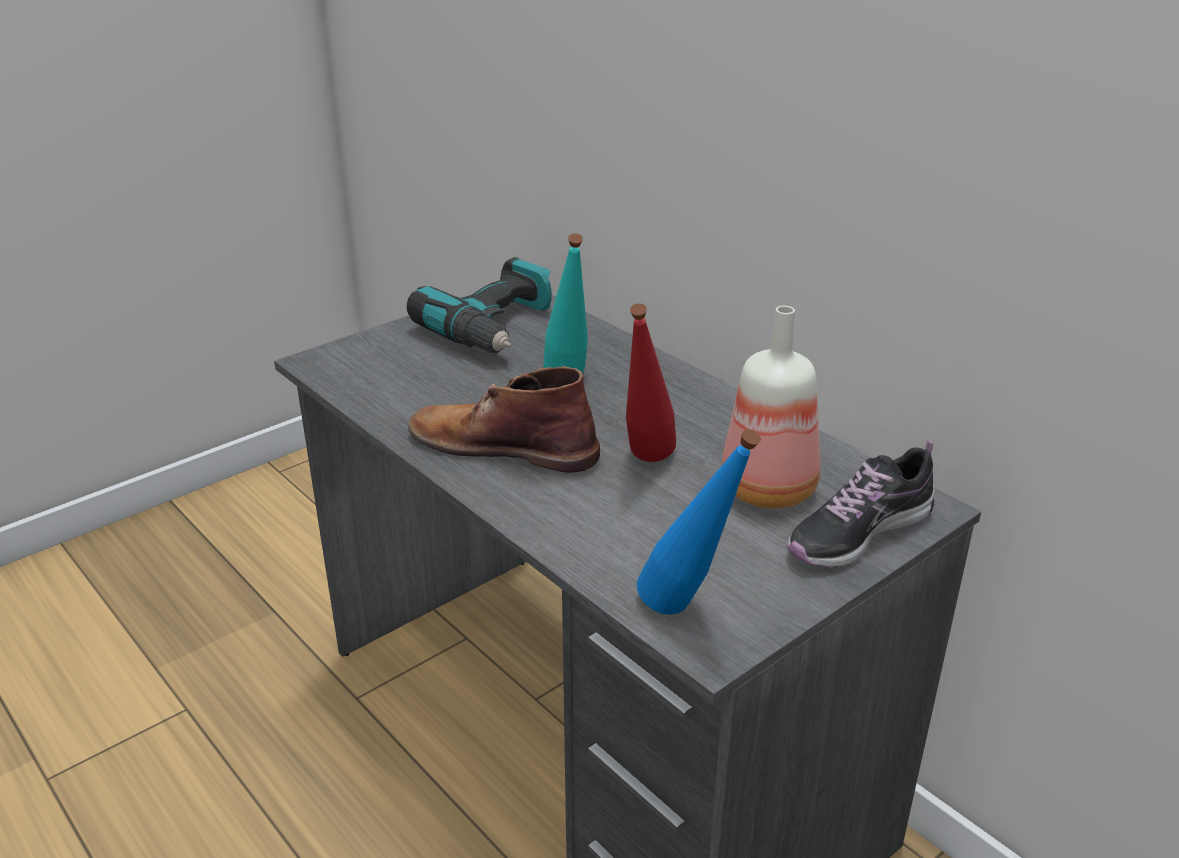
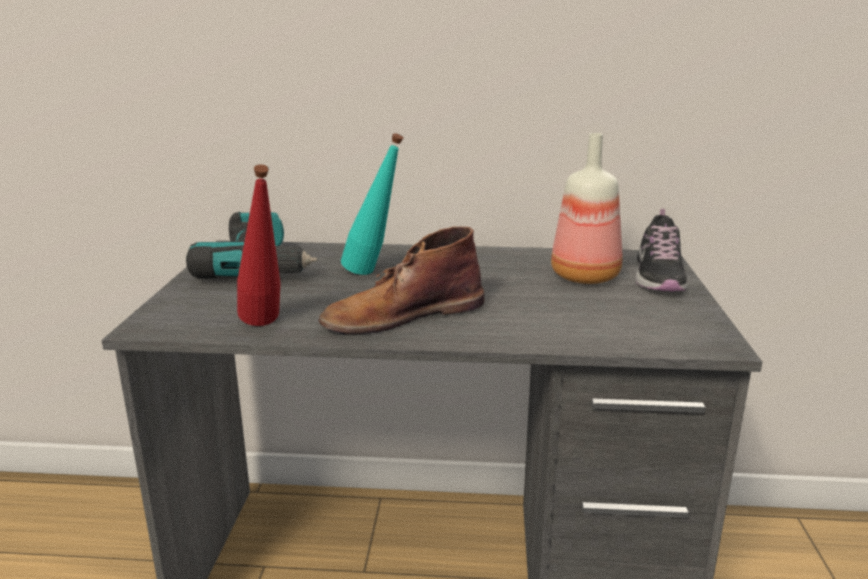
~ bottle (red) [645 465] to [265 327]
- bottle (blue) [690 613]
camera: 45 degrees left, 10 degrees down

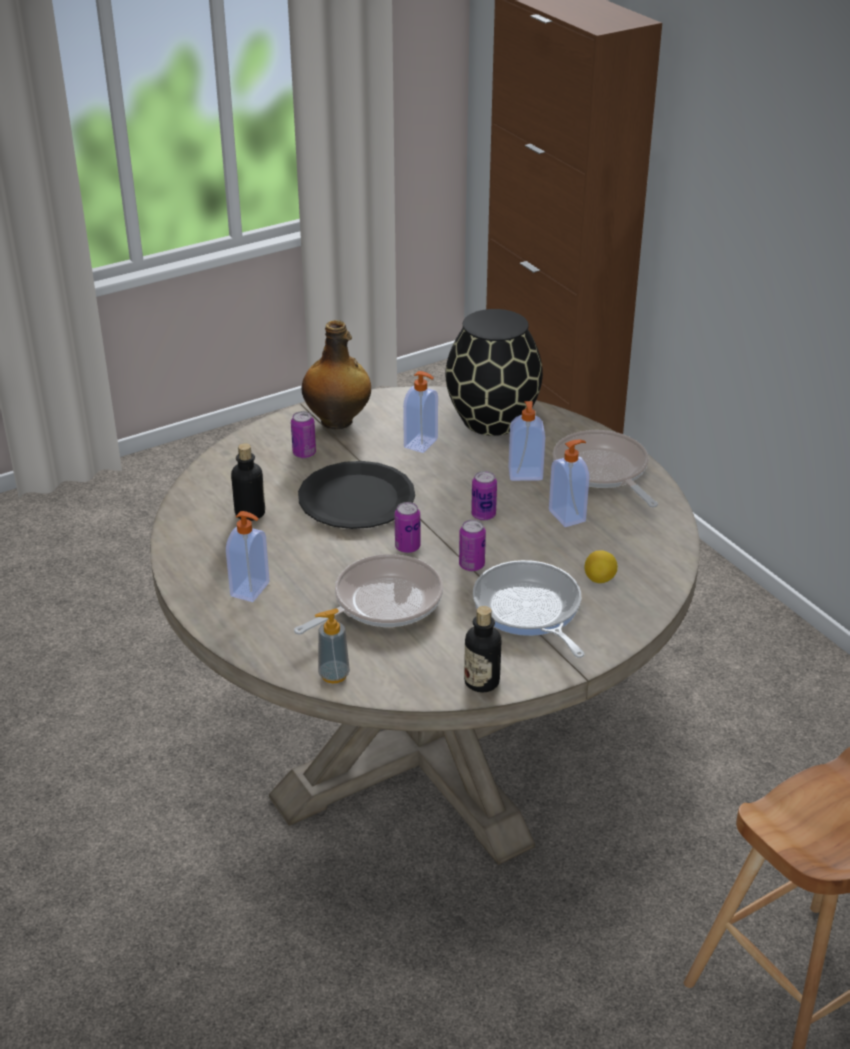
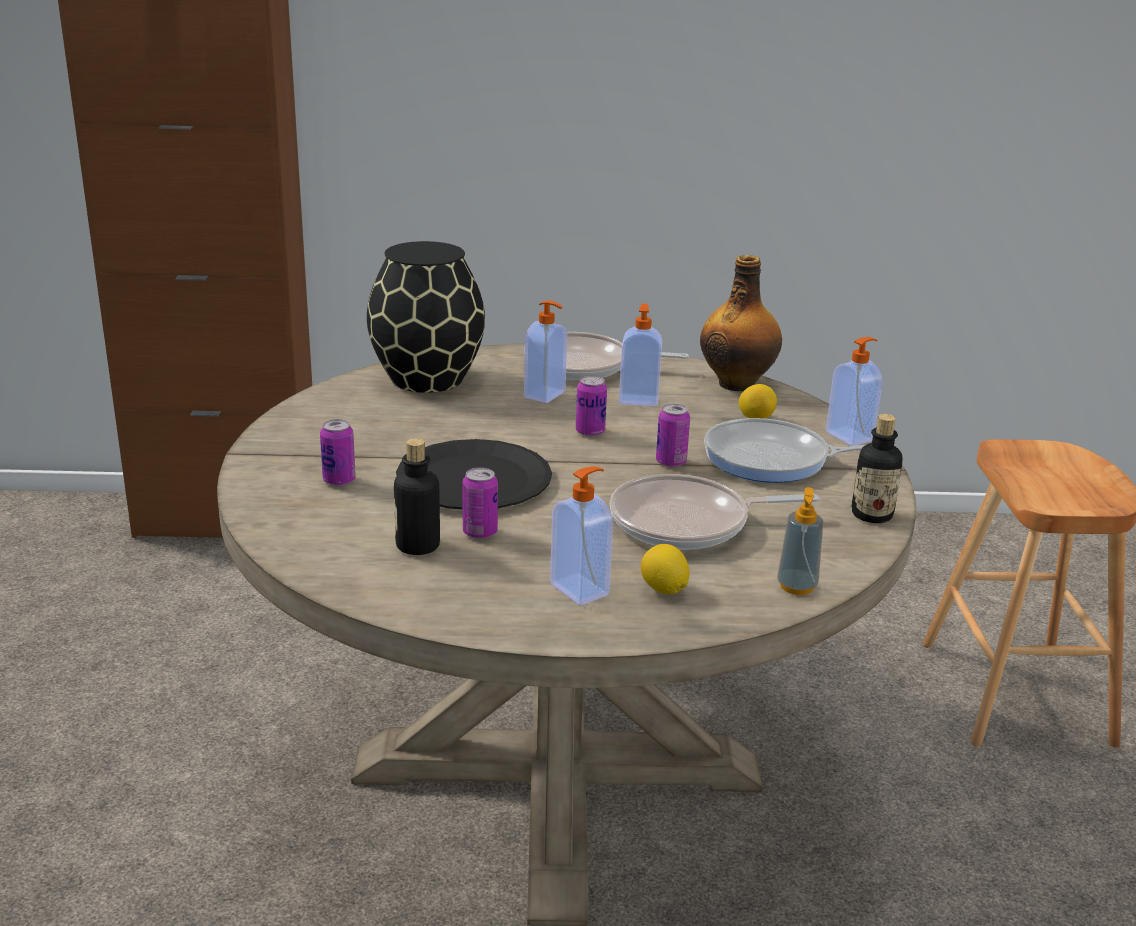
~ bottle [338 421] to [737 383]
~ soap dispenser [422 443] to [850 436]
~ can [407 547] to [480 532]
~ frying pan [382 602] = [688 523] 90 degrees counterclockwise
+ lemon [663 590]
camera: 60 degrees left, 10 degrees down

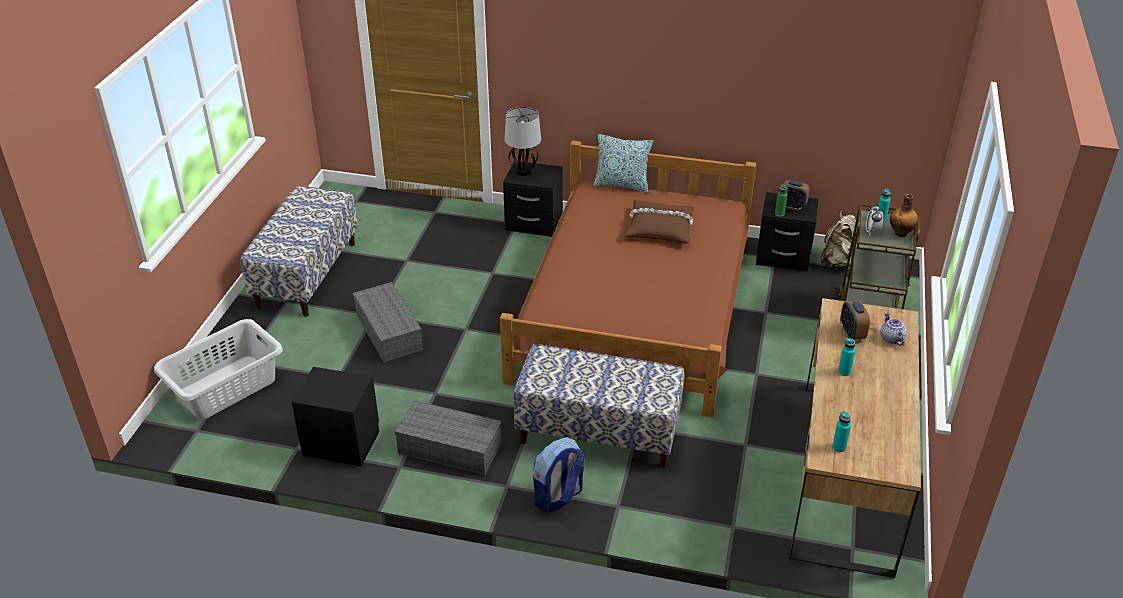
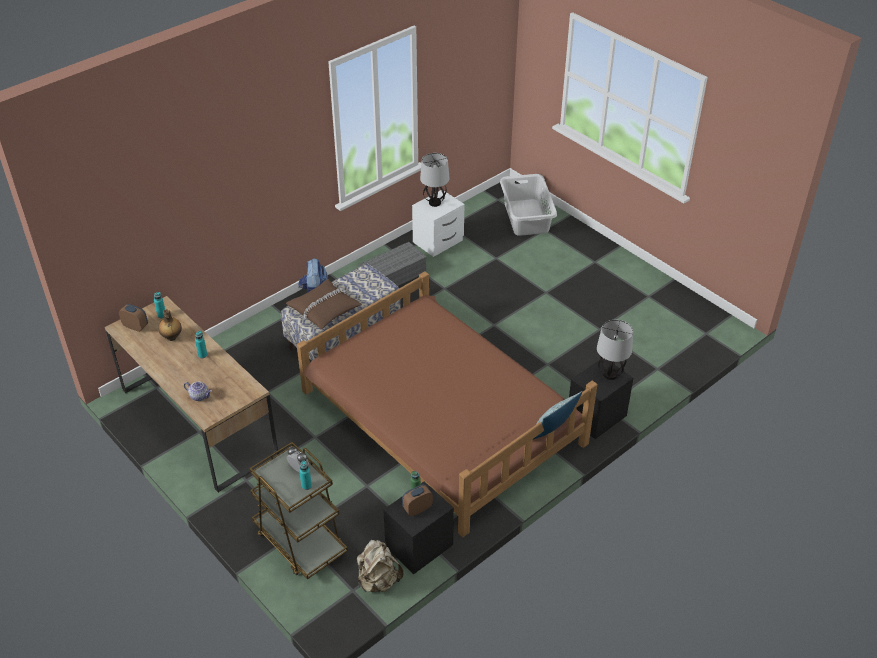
- bench [306 274]
~ bottle [901 233] to [171 337]
~ pillow (brown) [659 228] to [324 309]
- storage box (grey) [390 332]
~ alarm clock [851 333] to [136 327]
~ nightstand (black) [342 442] to nightstand (white) [438 242]
+ table lamp [434 202]
camera: 125 degrees right, 5 degrees up

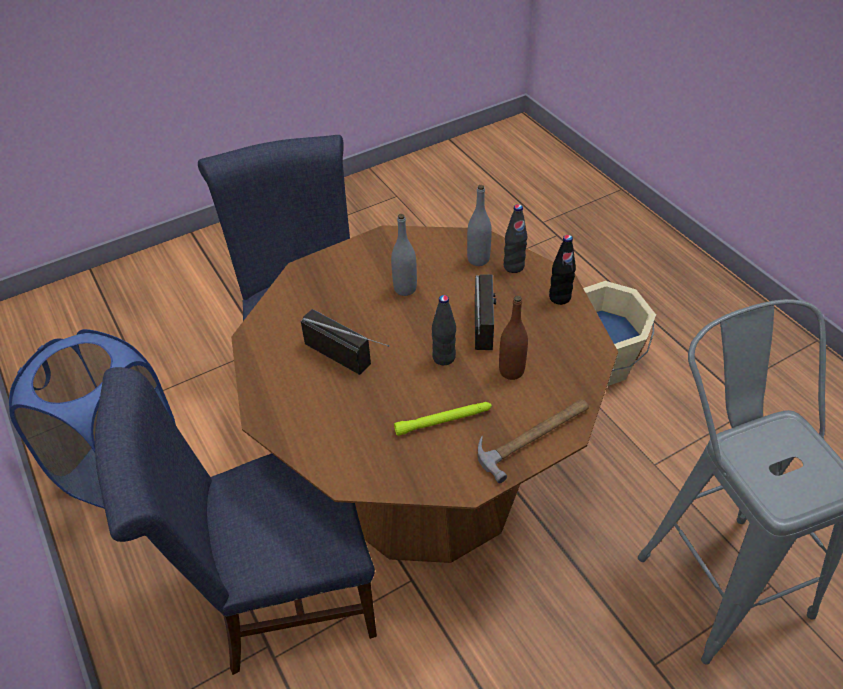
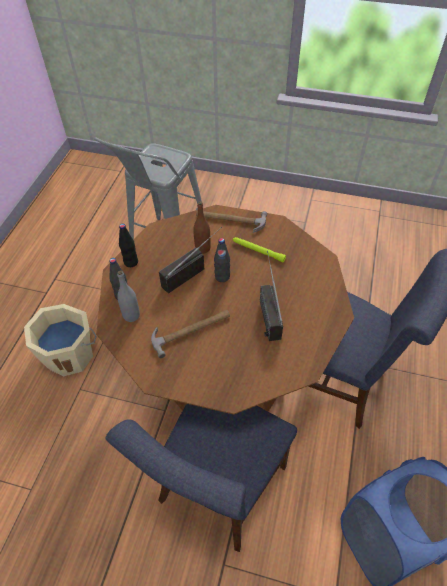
~ bottle (grey) [405 288] to hammer [191 330]
camera: 135 degrees left, 5 degrees up

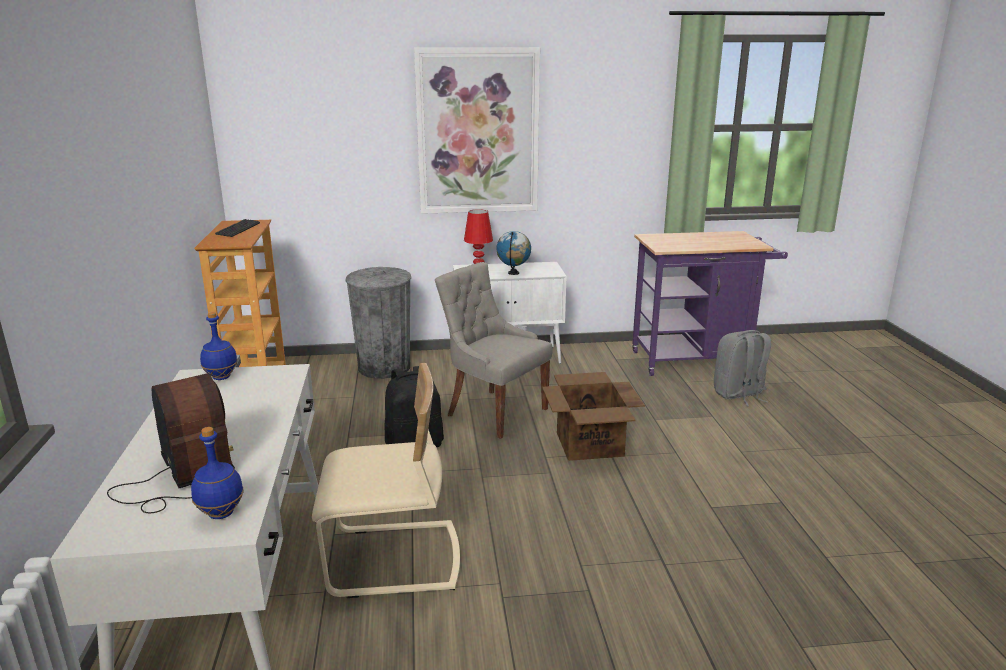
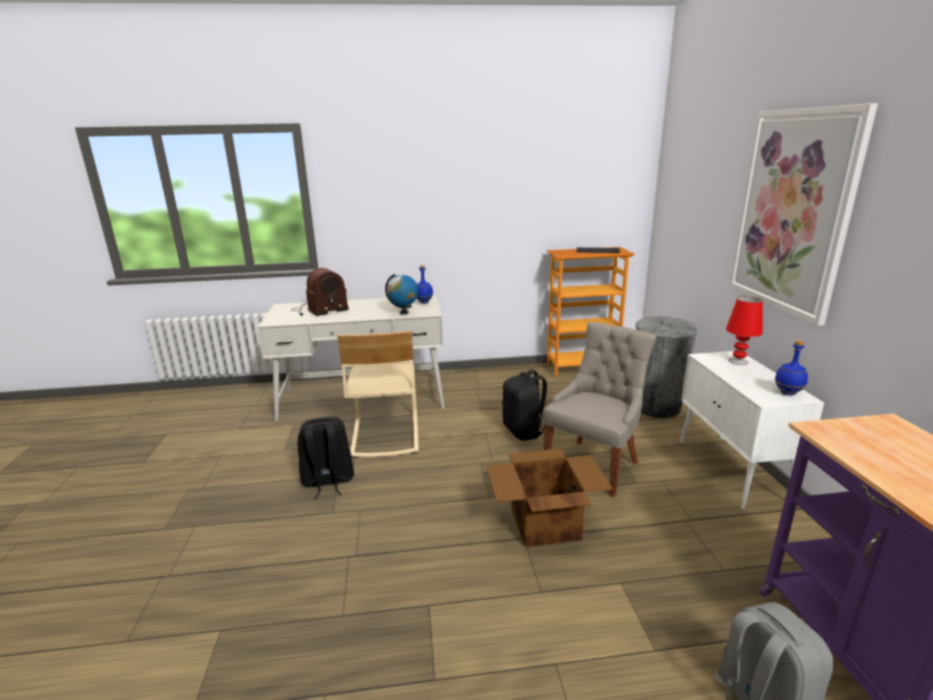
~ globe [513 273] to [404 313]
~ bottle (blue) [221 513] to [788 393]
+ backpack (black) [327 481]
camera: 90 degrees right, 0 degrees up

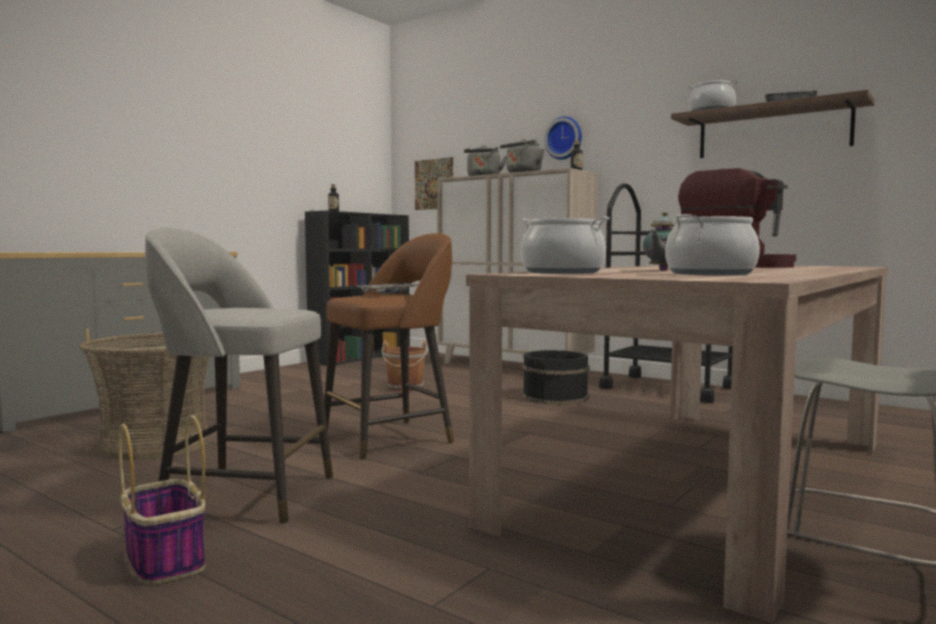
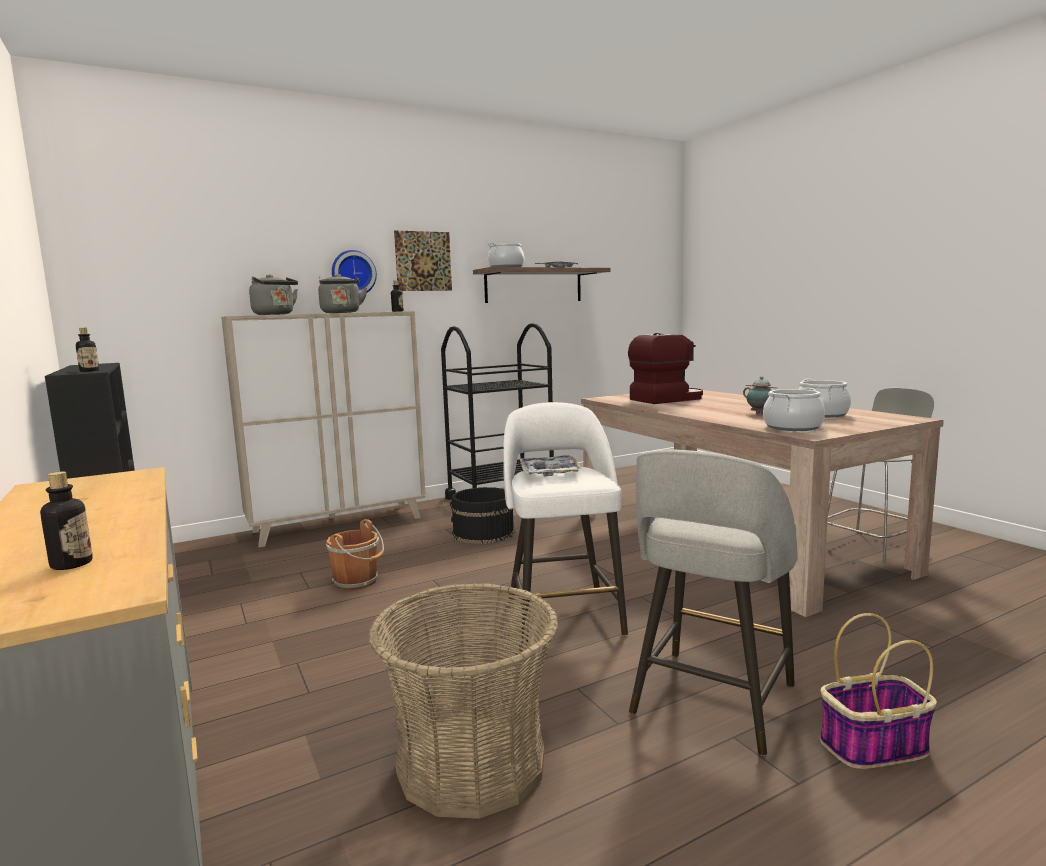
~ picture [434 184] to [423 261]
~ stool (brown) [391 438] to stool (white) [563 614]
+ bottle [71 564]
camera: 65 degrees left, 5 degrees up

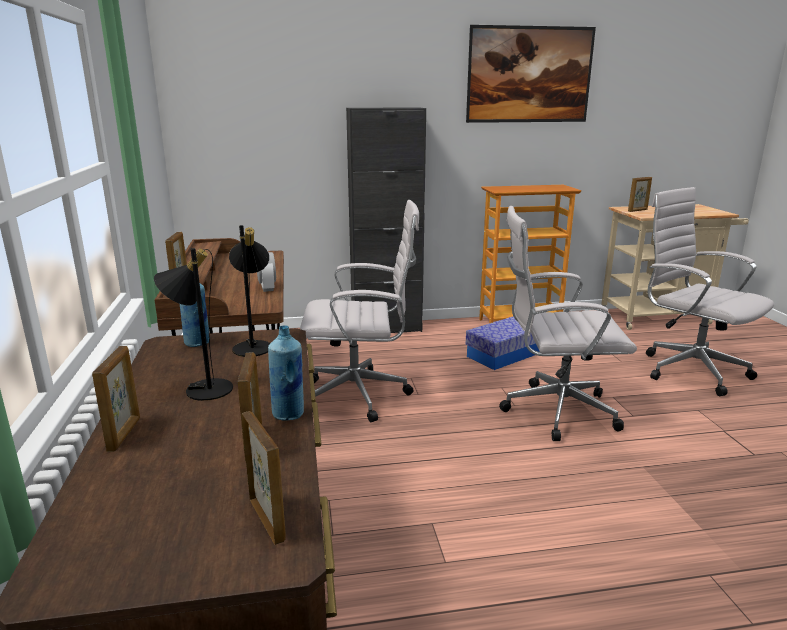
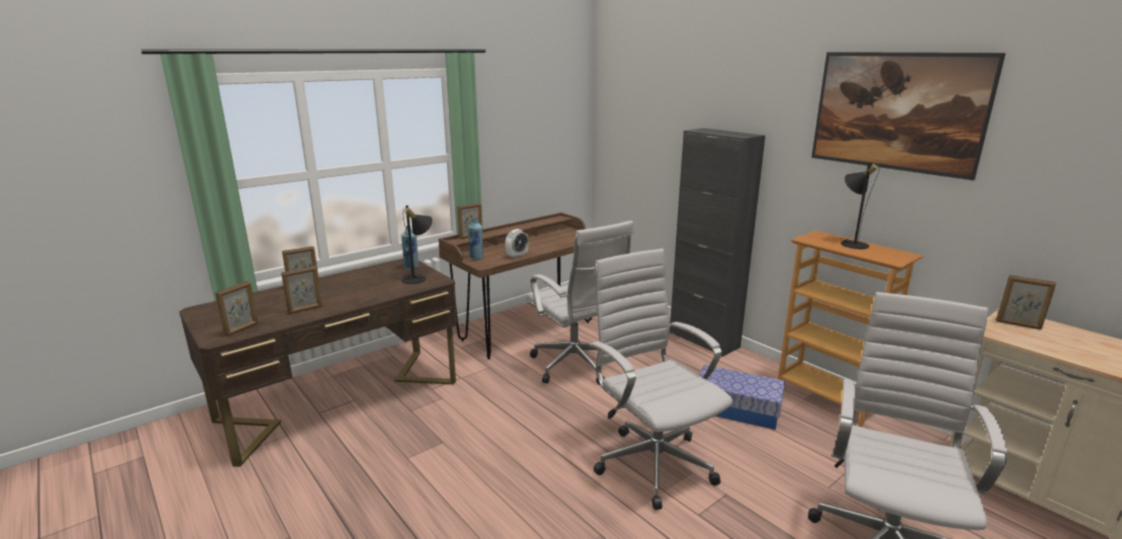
~ table lamp (black) [202 388] to [851 243]
~ bottle (blue) [288 414] to [476 258]
camera: 60 degrees right, 0 degrees up

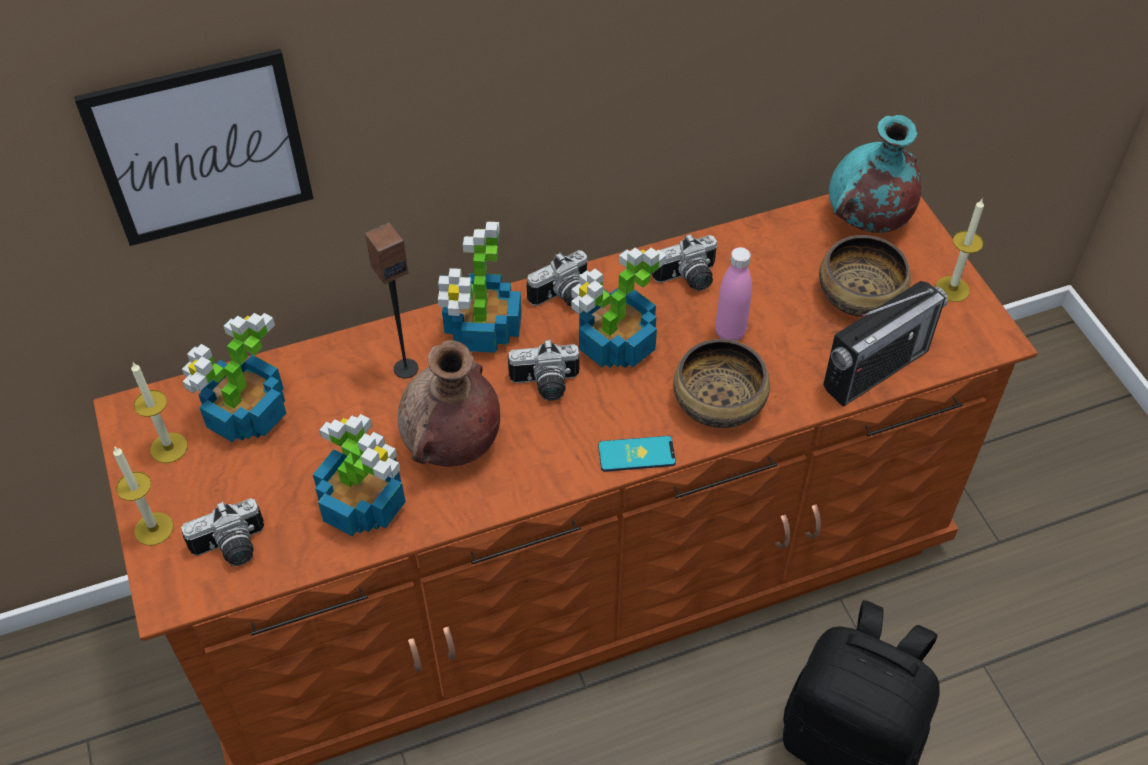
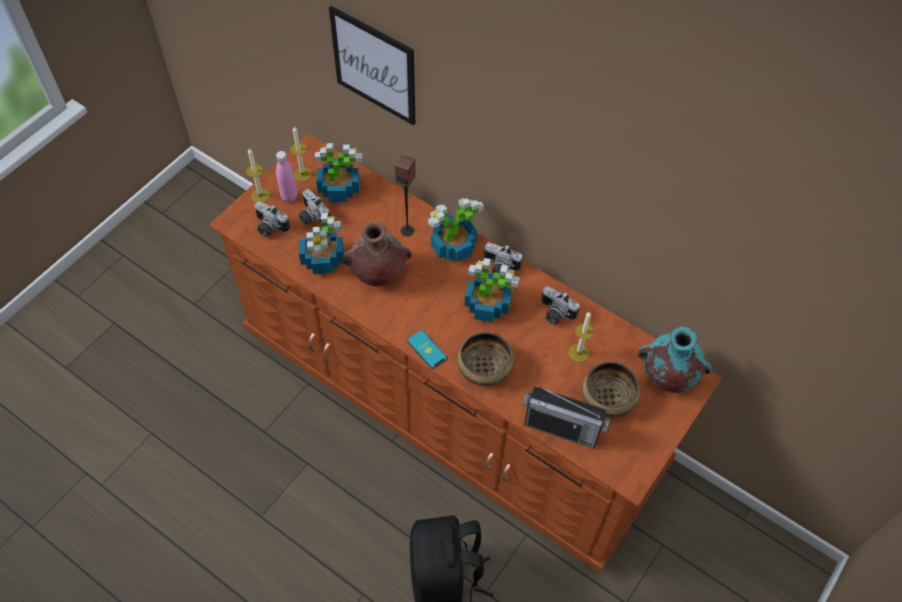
~ candle [952 289] to [578 353]
~ bottle (pink) [730 333] to [289 196]
~ photo camera [545 385] to [311 217]
camera: 55 degrees right, 5 degrees up

